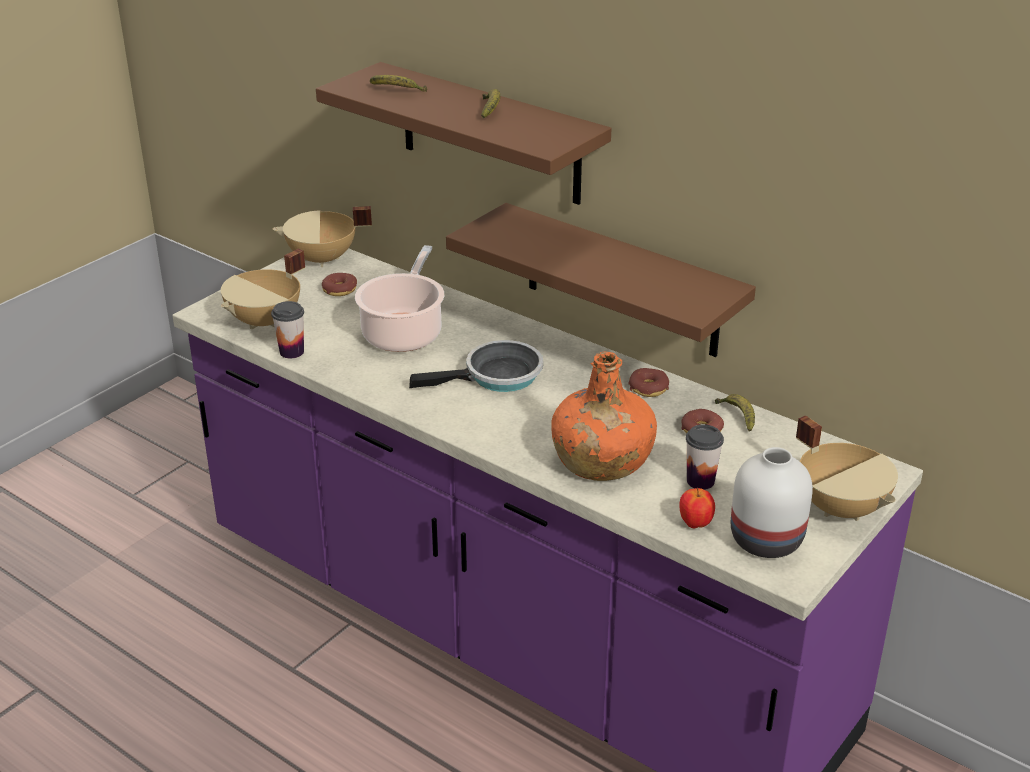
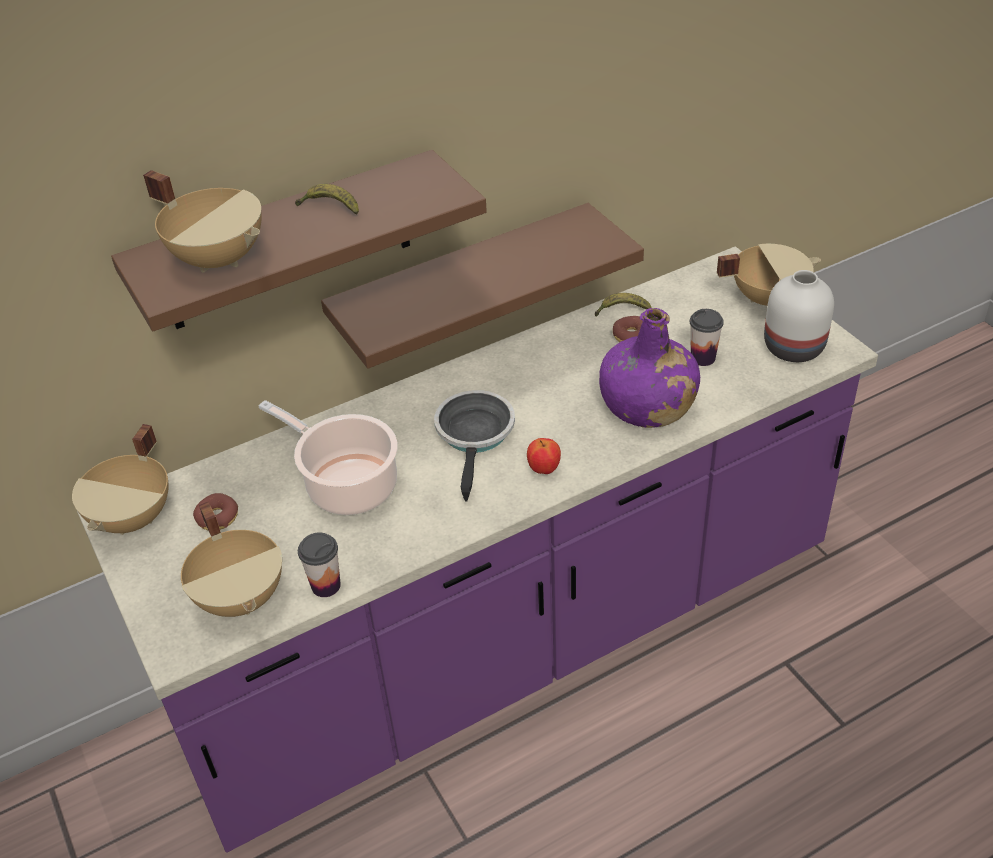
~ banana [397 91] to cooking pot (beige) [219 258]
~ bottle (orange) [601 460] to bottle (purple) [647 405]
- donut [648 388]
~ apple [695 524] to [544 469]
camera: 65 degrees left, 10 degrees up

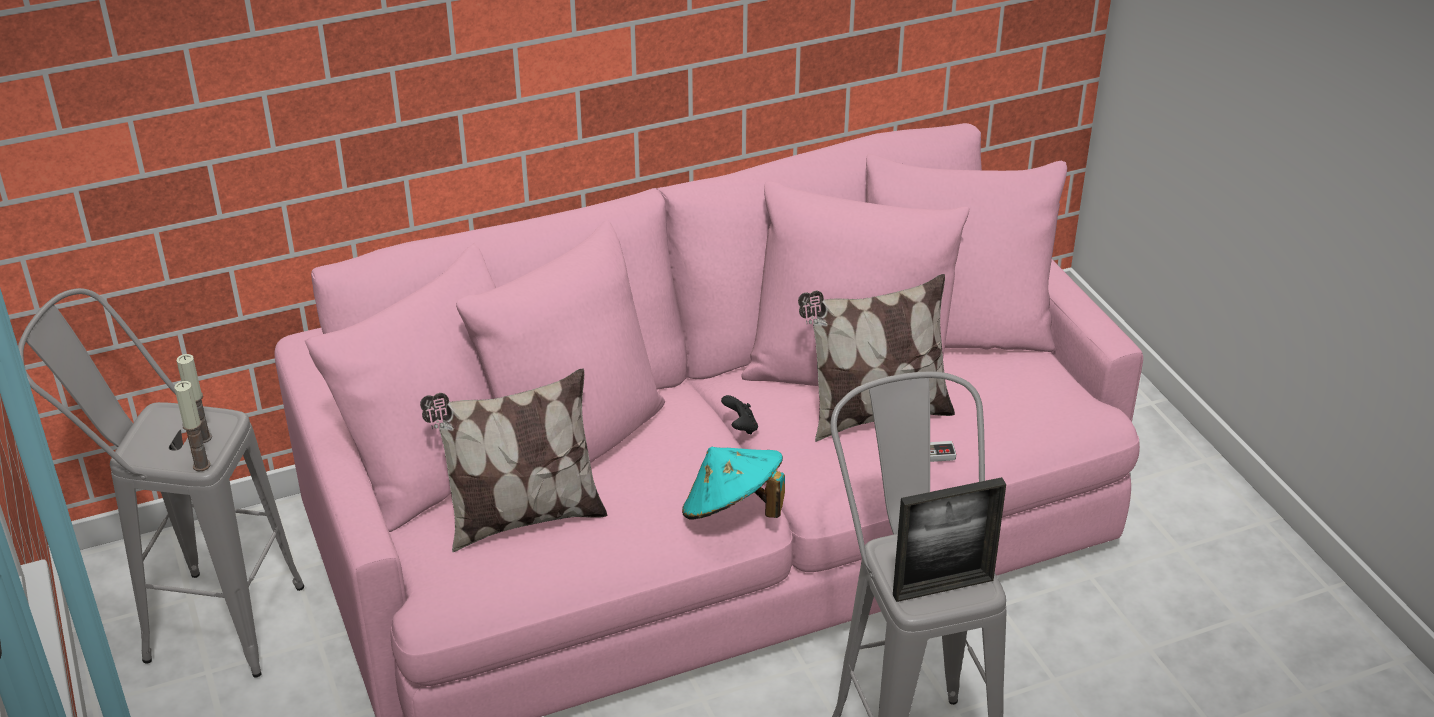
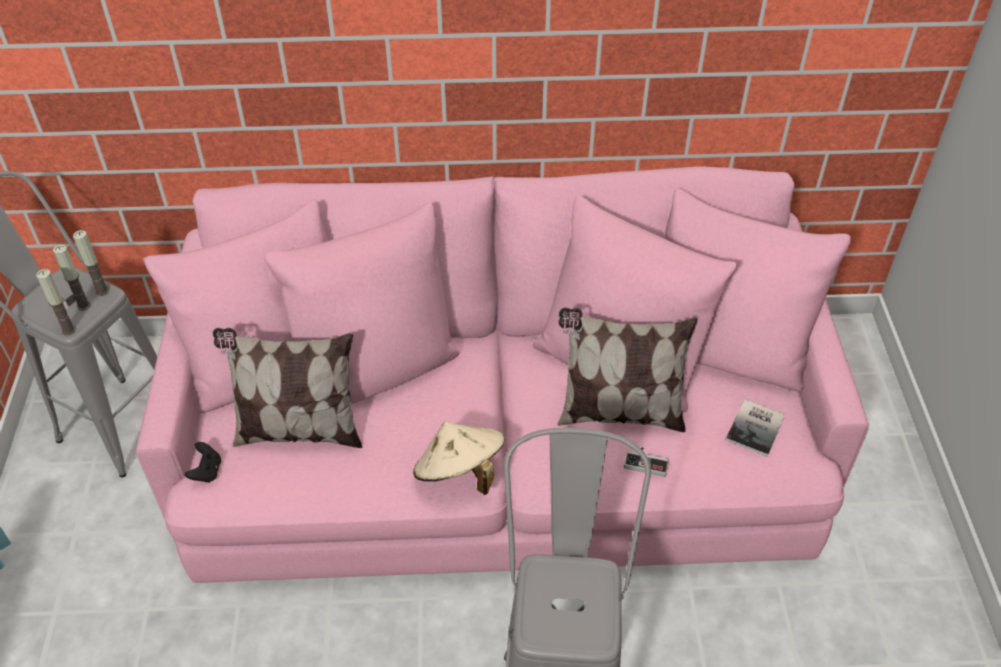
~ game controller (black) [740 427] to [207 471]
~ hat (turquoise) [732 511] to hat (beige) [459 473]
- picture frame [943 587]
+ candle [102 291]
+ book [757 427]
camera: 20 degrees right, 10 degrees up

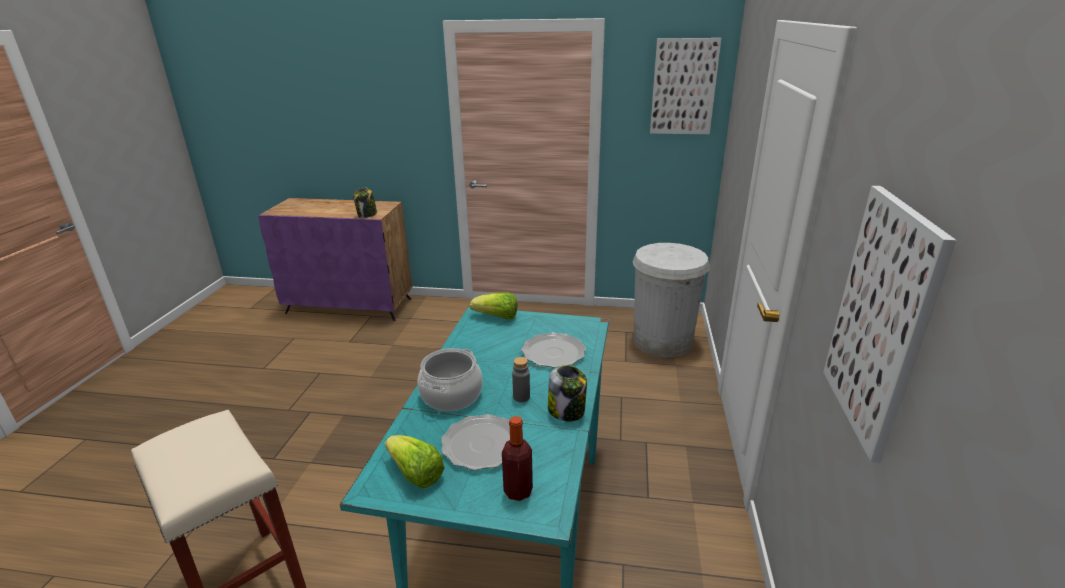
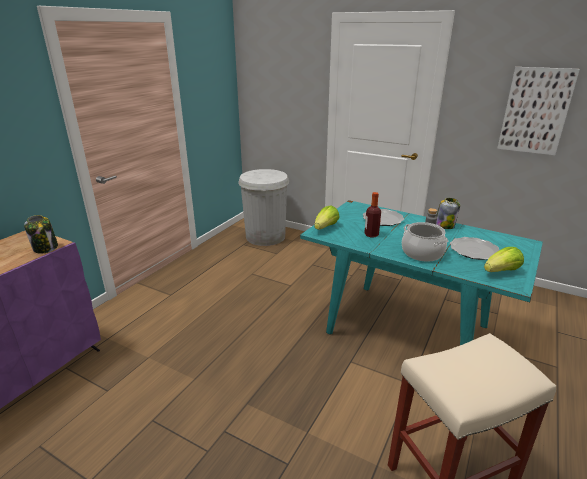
- picture [683 87]
~ bottle [518 491] to [371 235]
camera: 70 degrees left, 0 degrees up

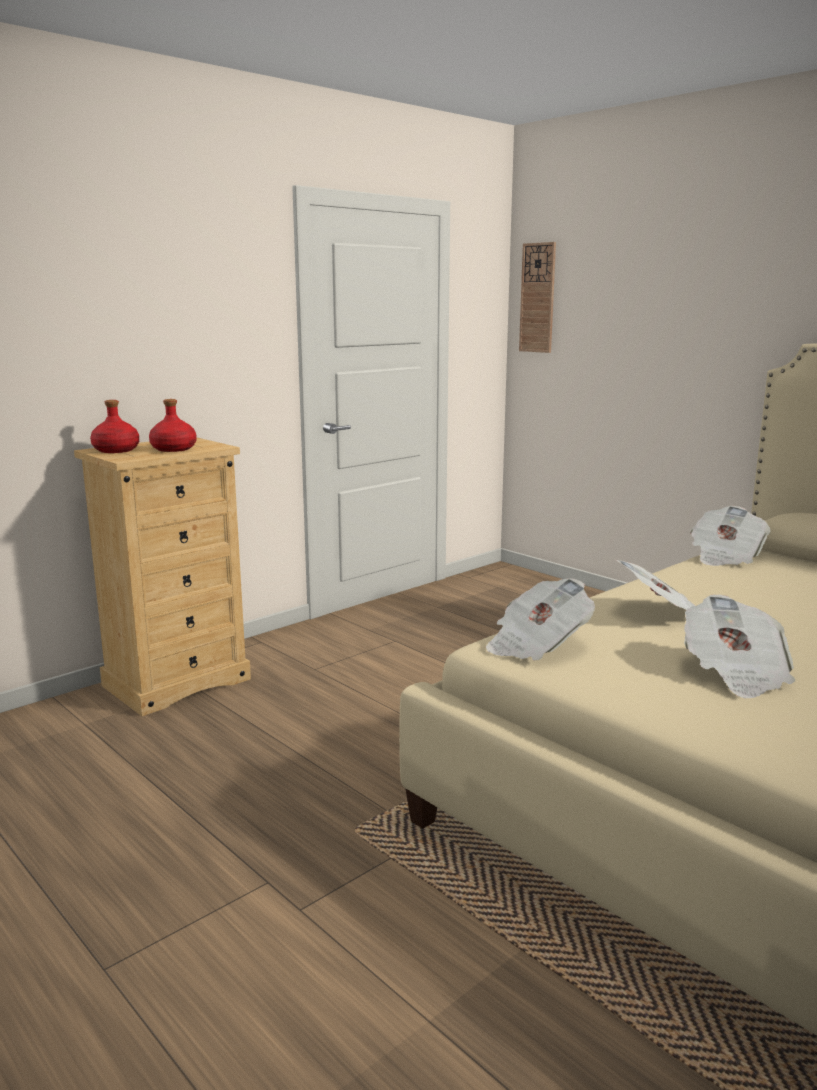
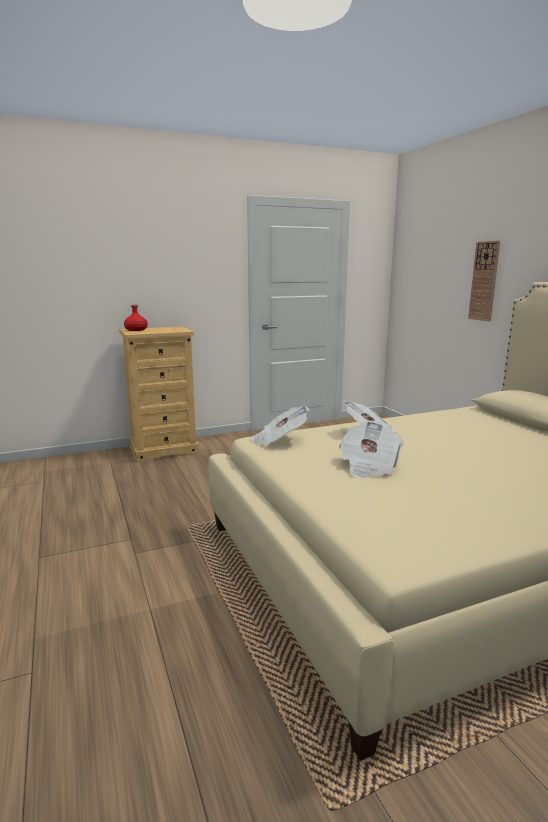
~ wall clock [537 298] to [484 281]
- bottle (red) [173 449]
- newspaper [725 556]
camera: 20 degrees right, 0 degrees up

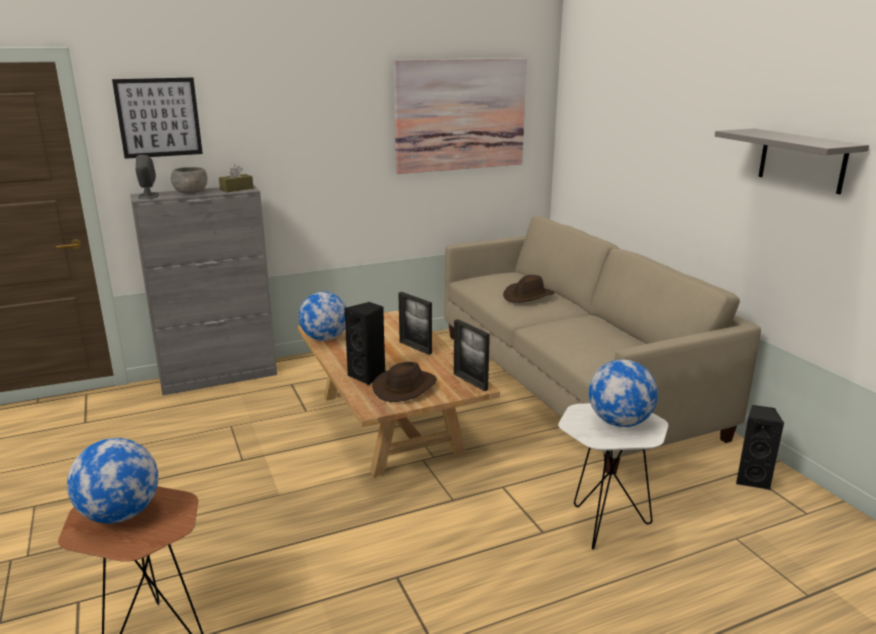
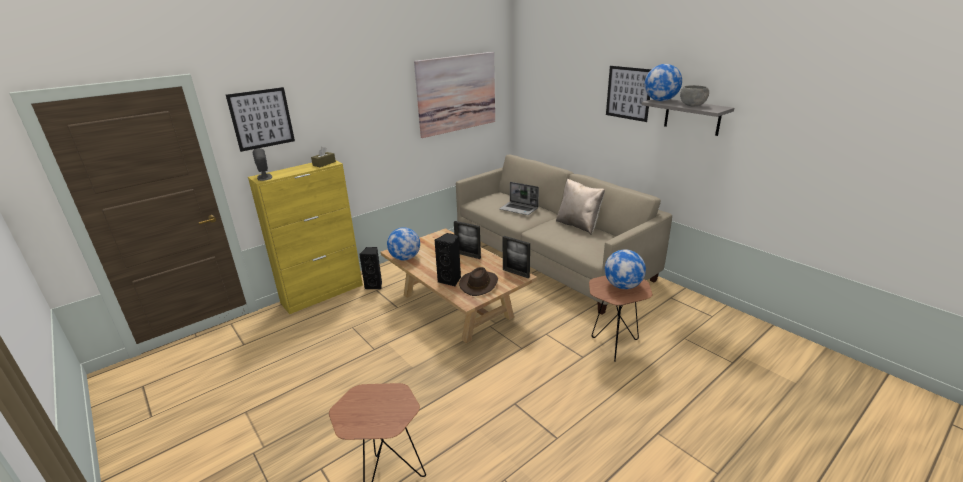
~ bowl (grey) [191 193] to [692 106]
~ cabinet (grey) [219 377] to cabinet (yellow) [323 294]
~ hat (brown) [528 296] to laptop [519 209]
~ side table (white) [602 526] to side table (brown) [613 346]
~ speaker (black) [752 479] to [375 285]
~ globe [120 514] to [660 100]
+ picture [628 93]
+ pillow (beige) [578 225]
camera: 15 degrees left, 5 degrees up

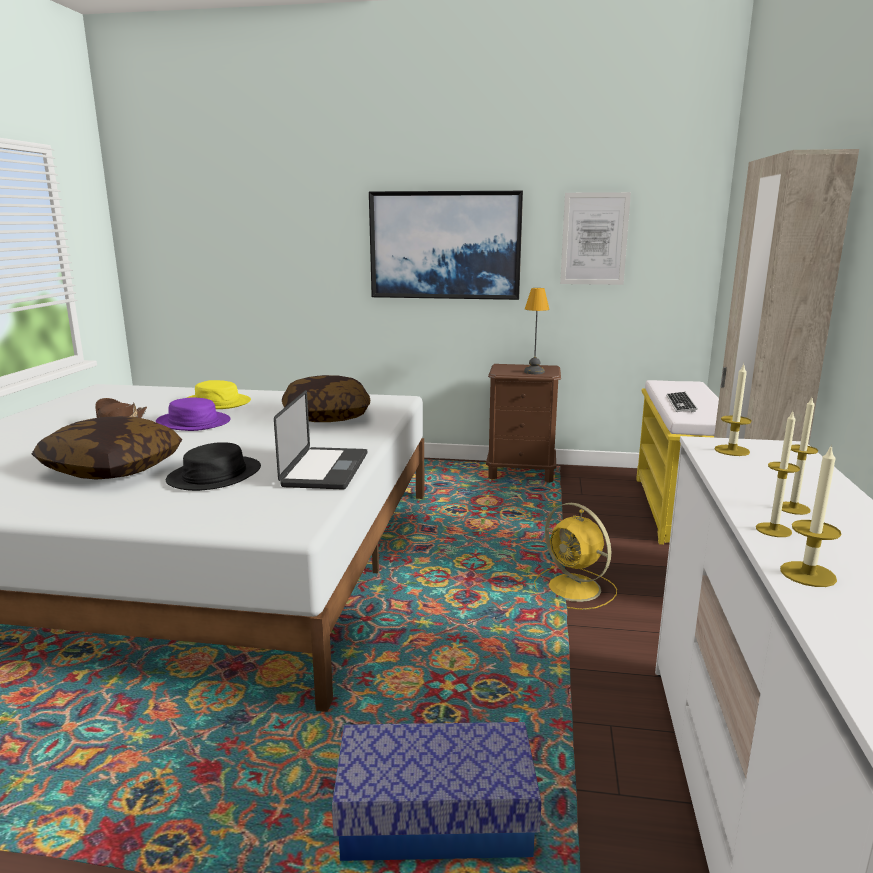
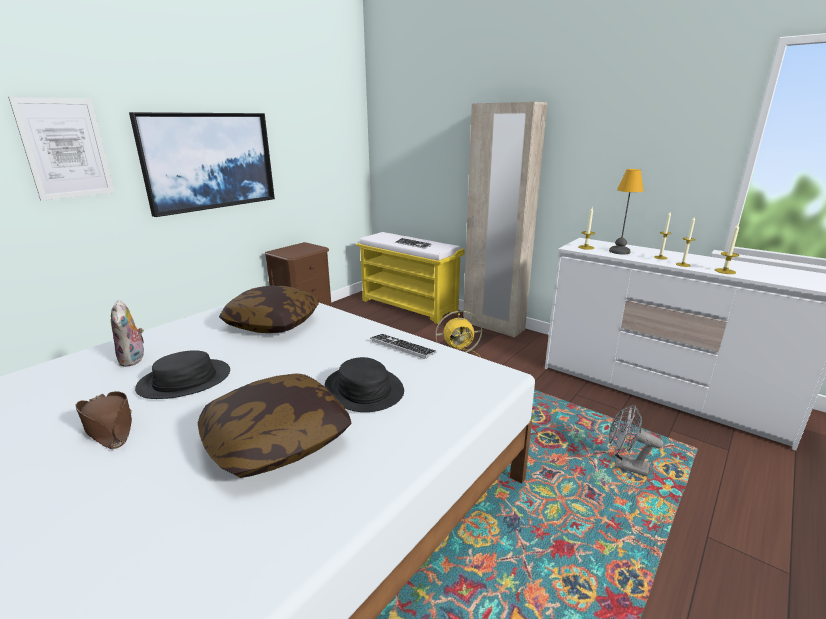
~ picture [594 239] to [65 149]
~ table lamp [534 372] to [618 251]
~ hat (yellow) [217 402] to plush toy [134 359]
~ laptop [325 470] to keyboard [402 347]
~ hat (purple) [193 422] to hat (black) [185 380]
~ storage box [435 818] to fan (grey) [624 465]
camera: 60 degrees left, 5 degrees up

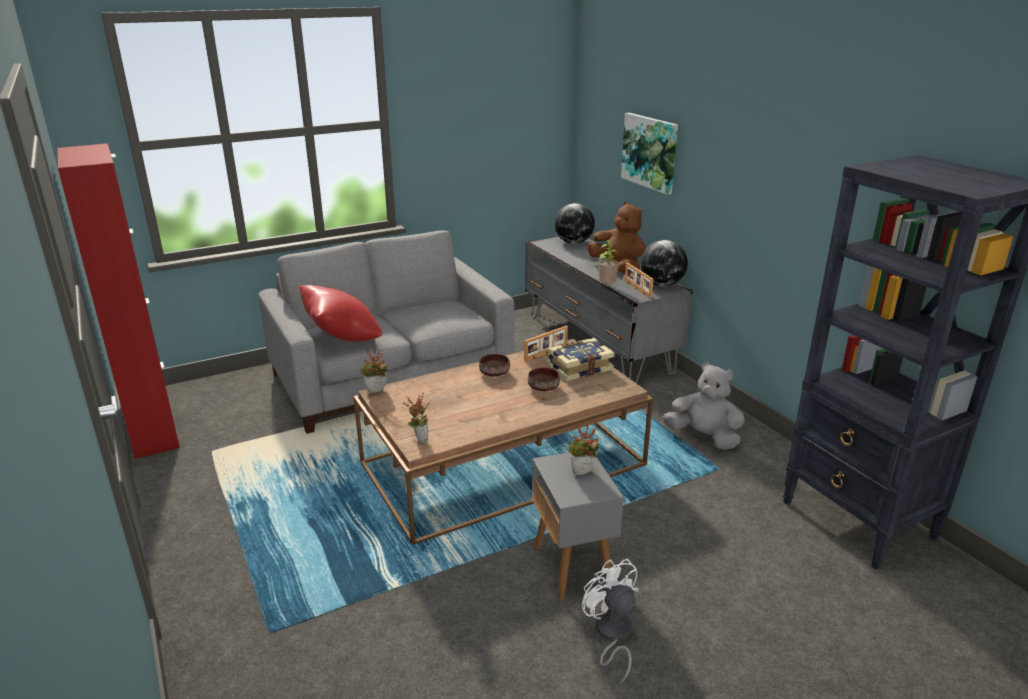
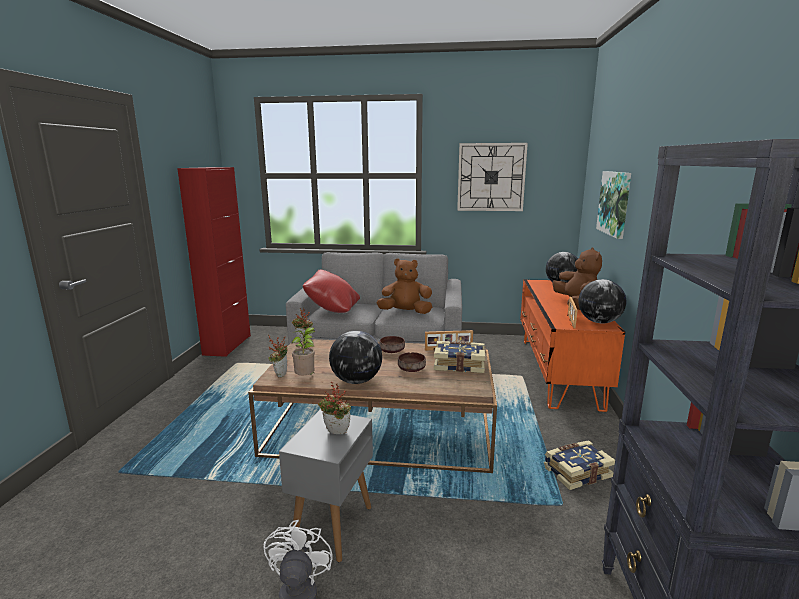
~ tv stand (grey) [598 342] to tv stand (orange) [557 371]
~ potted plant [607 286] to [306 378]
~ plush toy (grey) [703 437] to book [576 472]
+ wall clock [491 177]
+ plush toy (brown) [405 312]
+ globe [356 381]
camera: 35 degrees right, 10 degrees down

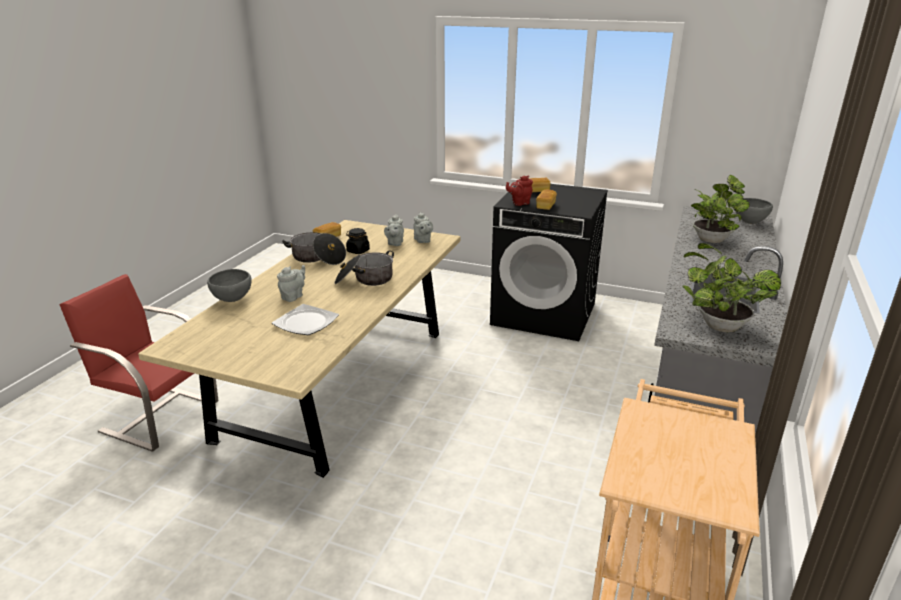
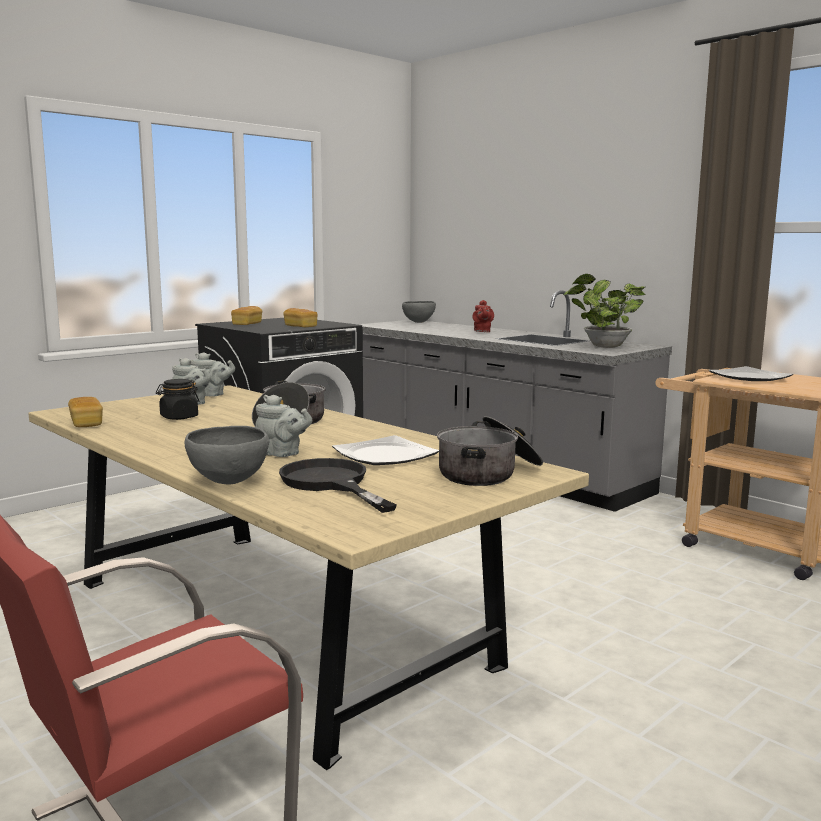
- potted plant [712 239]
~ teapot (red) [519 203] to [482 331]
~ cooking pot [317 258] to [489 473]
~ teapot (grey) [293 296] = [281 454] 150 degrees clockwise
+ plate [750 377]
+ frying pan (black) [331 483]
camera: 65 degrees left, 15 degrees down

